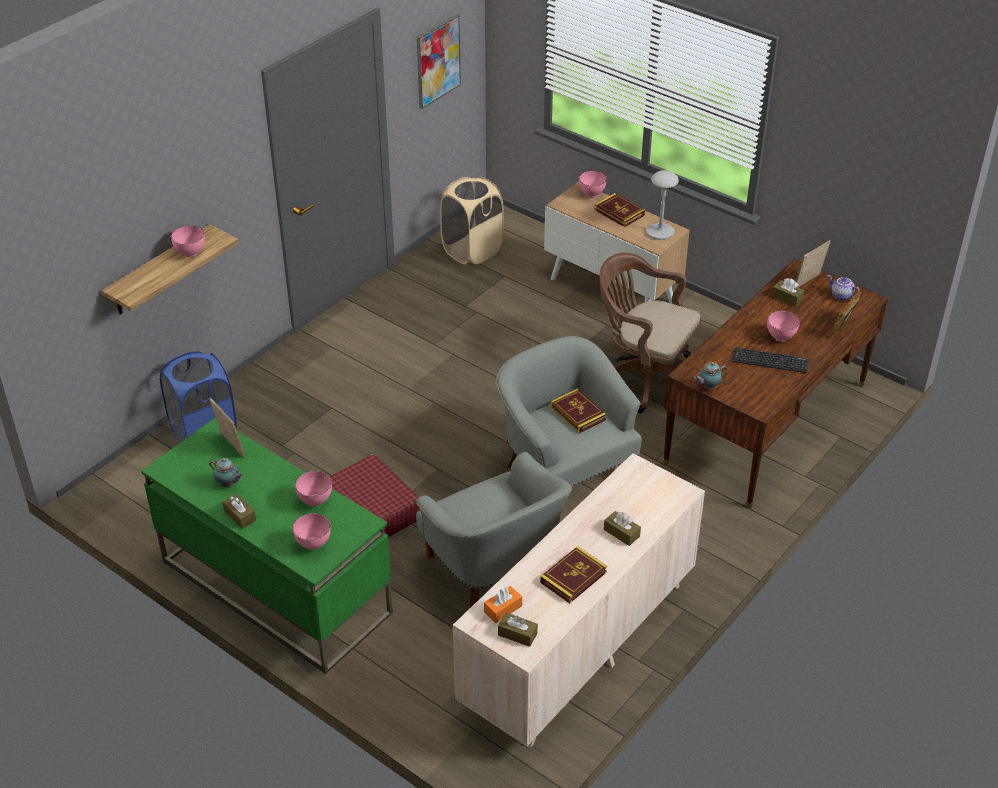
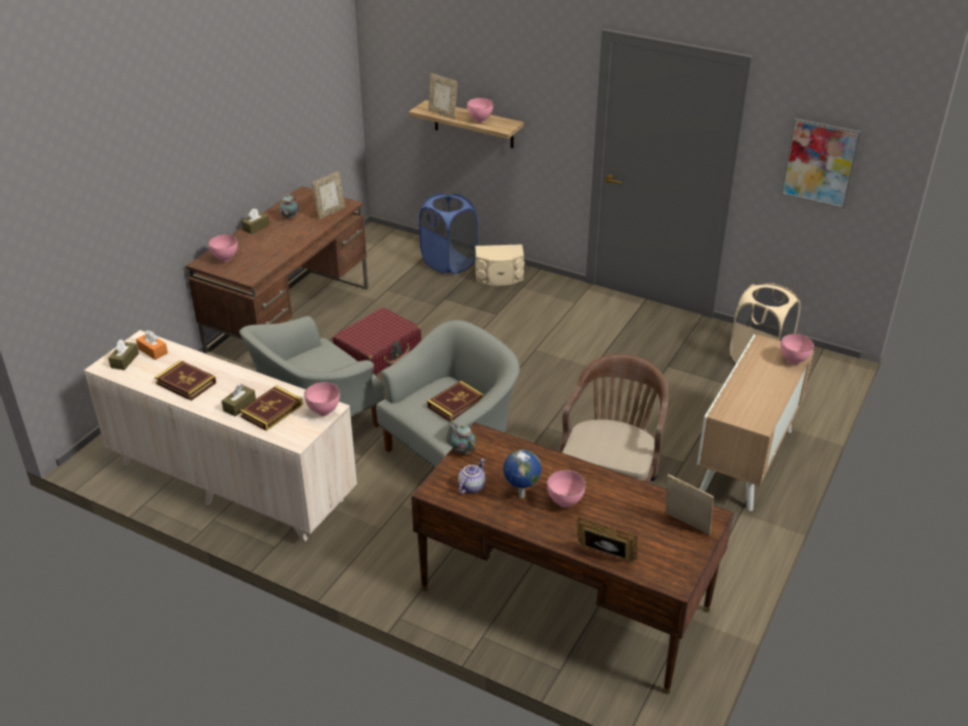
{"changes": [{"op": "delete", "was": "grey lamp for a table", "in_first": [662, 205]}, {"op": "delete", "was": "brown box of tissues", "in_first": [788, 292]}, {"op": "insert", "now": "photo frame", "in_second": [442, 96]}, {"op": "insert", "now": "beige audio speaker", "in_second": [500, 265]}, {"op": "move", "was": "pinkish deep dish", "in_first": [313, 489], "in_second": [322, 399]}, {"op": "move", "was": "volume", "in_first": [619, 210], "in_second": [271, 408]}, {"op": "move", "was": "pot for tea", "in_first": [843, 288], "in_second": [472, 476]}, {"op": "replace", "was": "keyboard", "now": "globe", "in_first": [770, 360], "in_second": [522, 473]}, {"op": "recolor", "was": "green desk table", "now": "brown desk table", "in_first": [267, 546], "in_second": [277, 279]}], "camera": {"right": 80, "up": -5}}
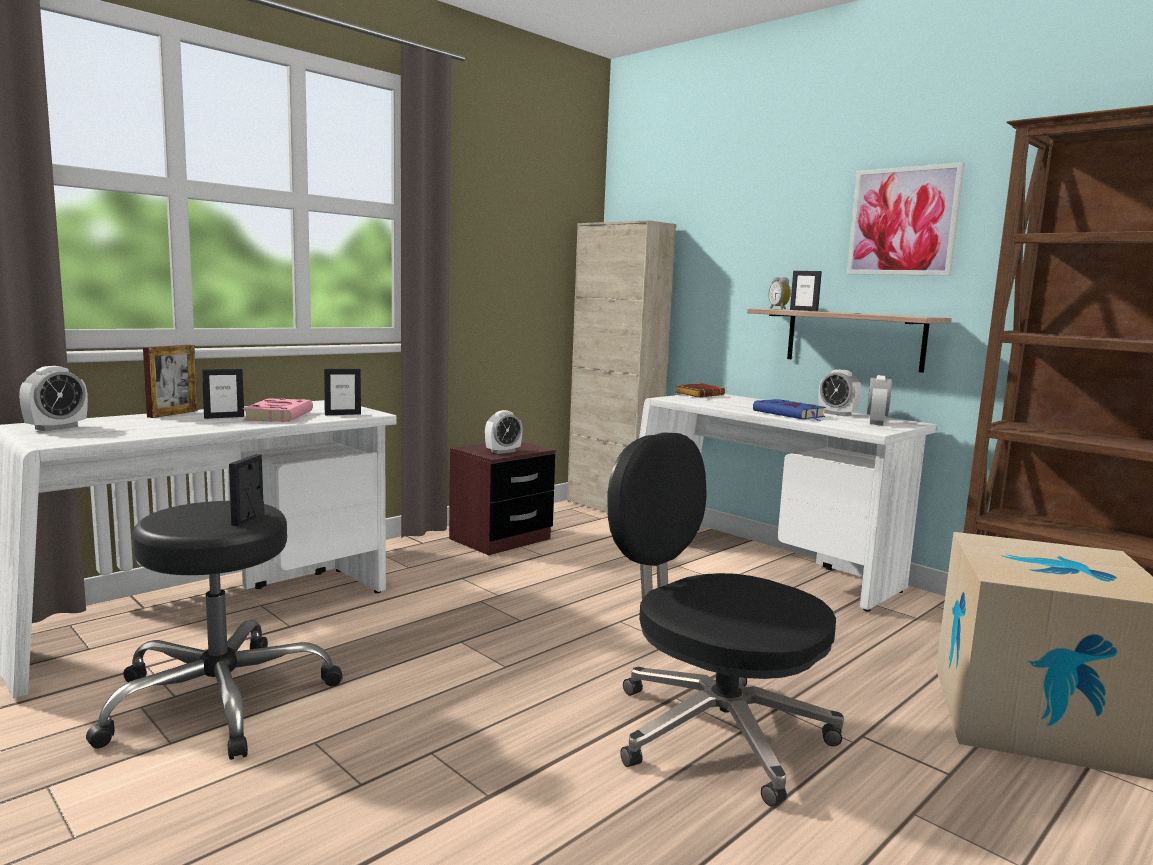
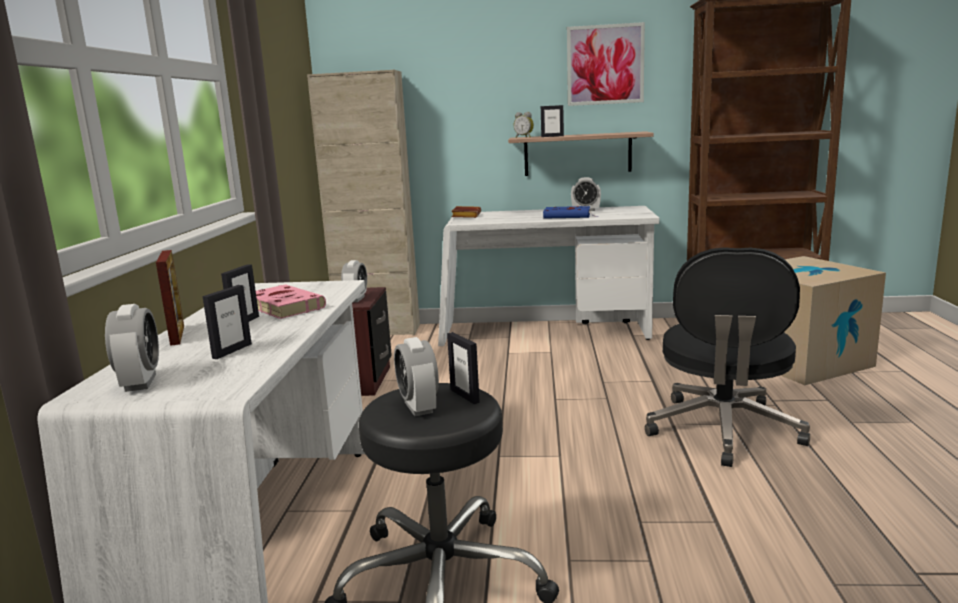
{"changes": [{"op": "move", "was": "photo frame", "in_first": [342, 391], "in_second": [227, 322]}, {"op": "move", "was": "table clock", "in_first": [879, 400], "in_second": [416, 376]}, {"op": "rotate", "was": "black computer chair", "in_first": [726, 619], "in_second": [727, 357], "clockwise": -75}], "camera": {"right": -40, "up": 5}}
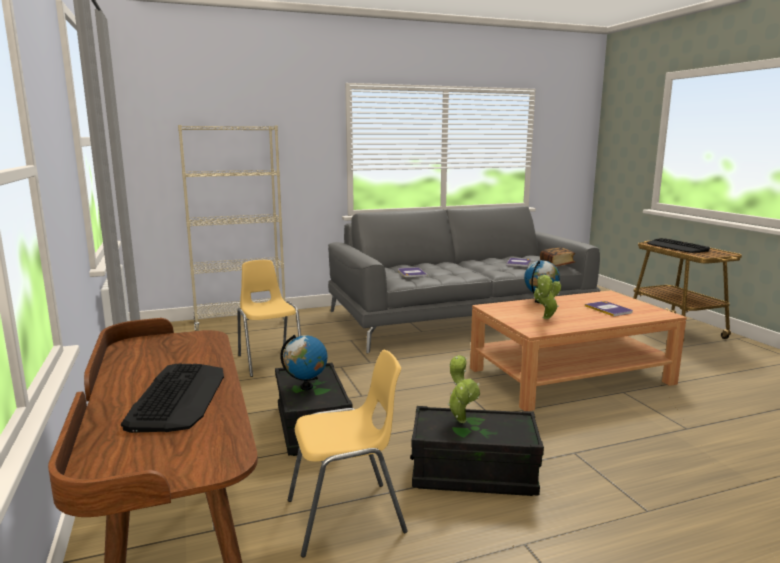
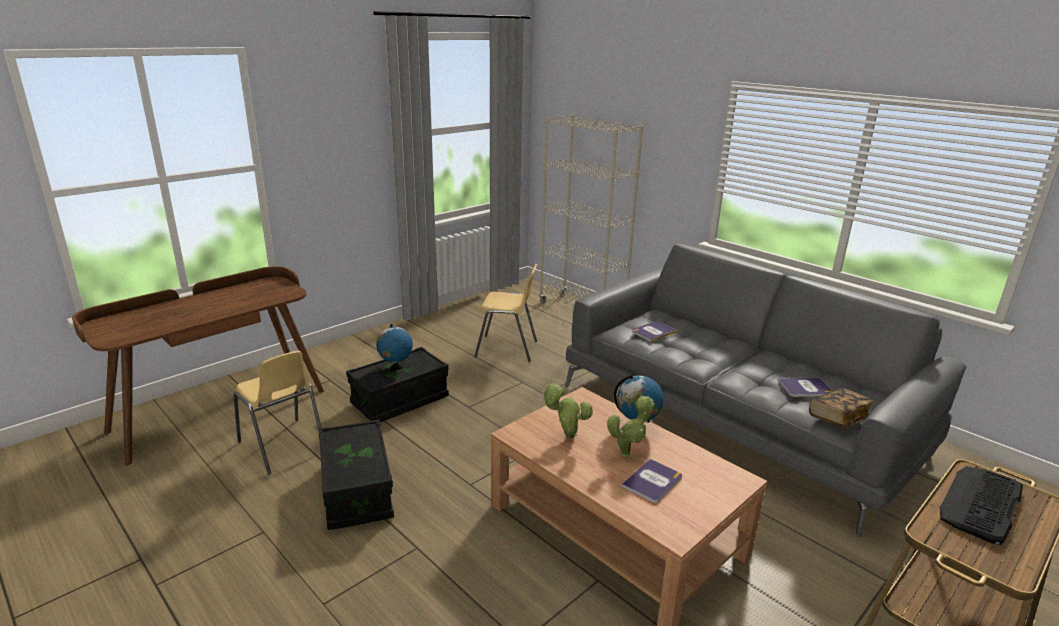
{"changes": [{"op": "delete", "was": "keyboard", "in_first": [172, 398]}, {"op": "move", "was": "potted plant", "in_first": [463, 389], "in_second": [631, 426]}, {"op": "rotate", "was": "yellow-coloured plain chair", "in_first": [269, 318], "in_second": [505, 313], "clockwise": 60}], "camera": {"right": 65, "up": 10}}
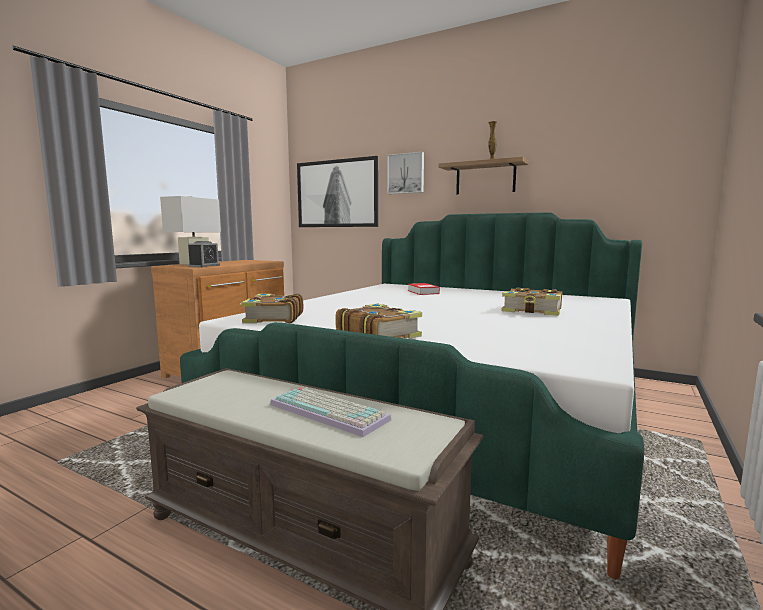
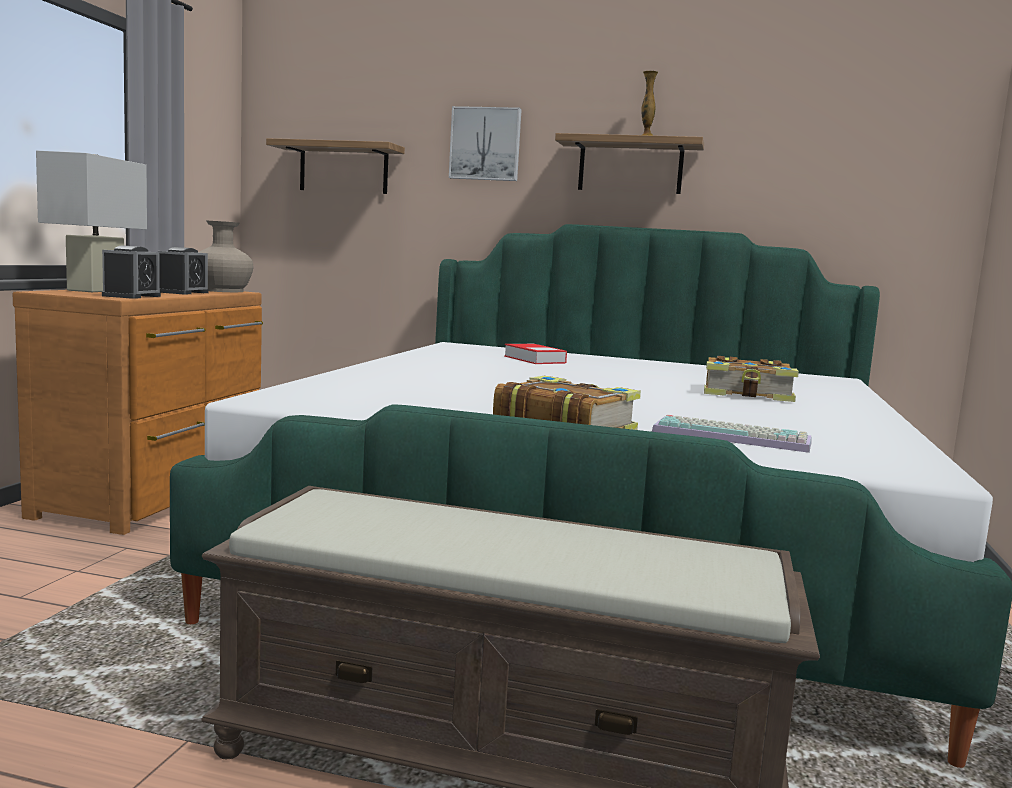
{"changes": [{"op": "delete", "was": "volume", "in_first": [271, 308]}, {"op": "insert", "now": "table clock", "in_second": [183, 270]}, {"op": "insert", "now": "beige vase", "in_second": [225, 256]}, {"op": "move", "was": "keyboard", "in_first": [330, 412], "in_second": [732, 434]}, {"op": "replace", "was": "picture", "now": "shelf", "in_first": [337, 191], "in_second": [335, 166]}], "camera": {"right": -15, "up": 0}}
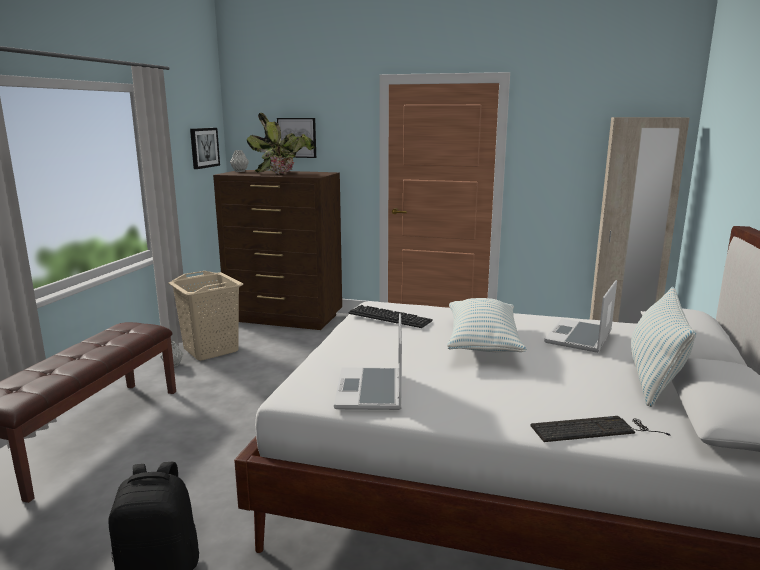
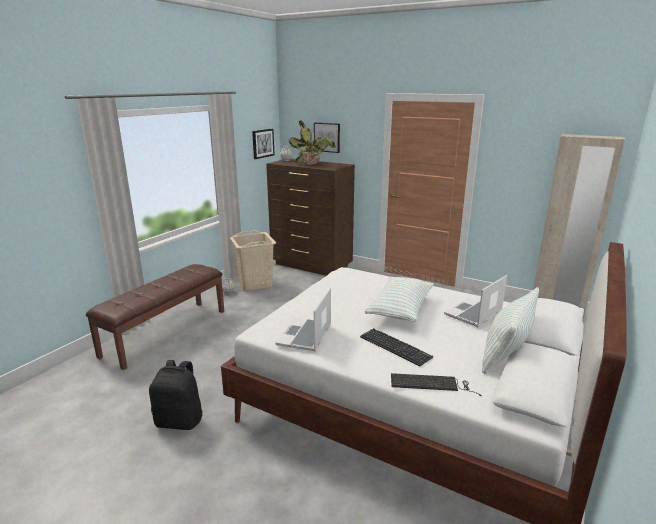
{"changes": [{"op": "move", "was": "keyboard", "in_first": [391, 316], "in_second": [396, 347]}], "camera": {"right": 15, "up": 5}}
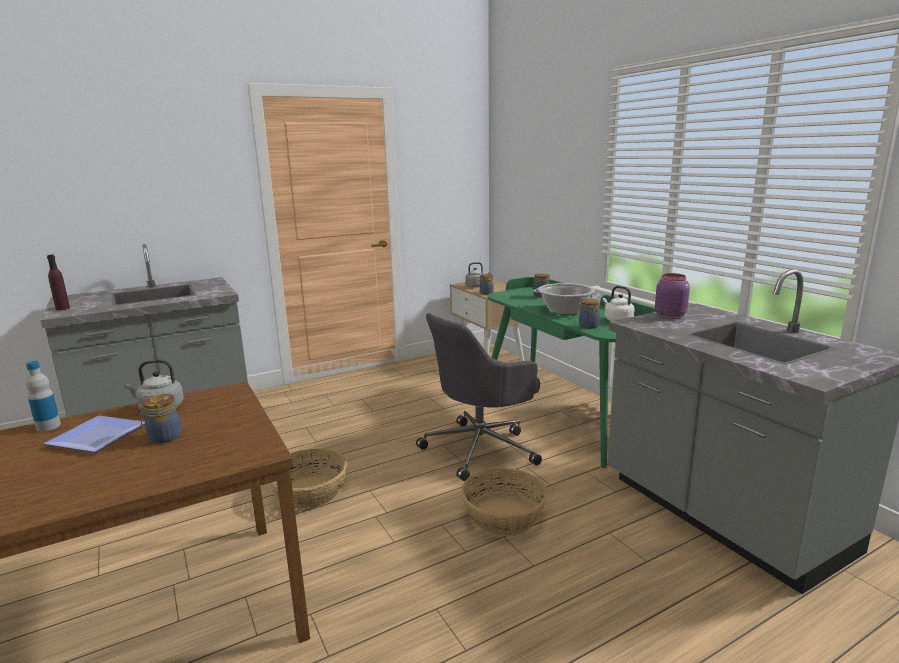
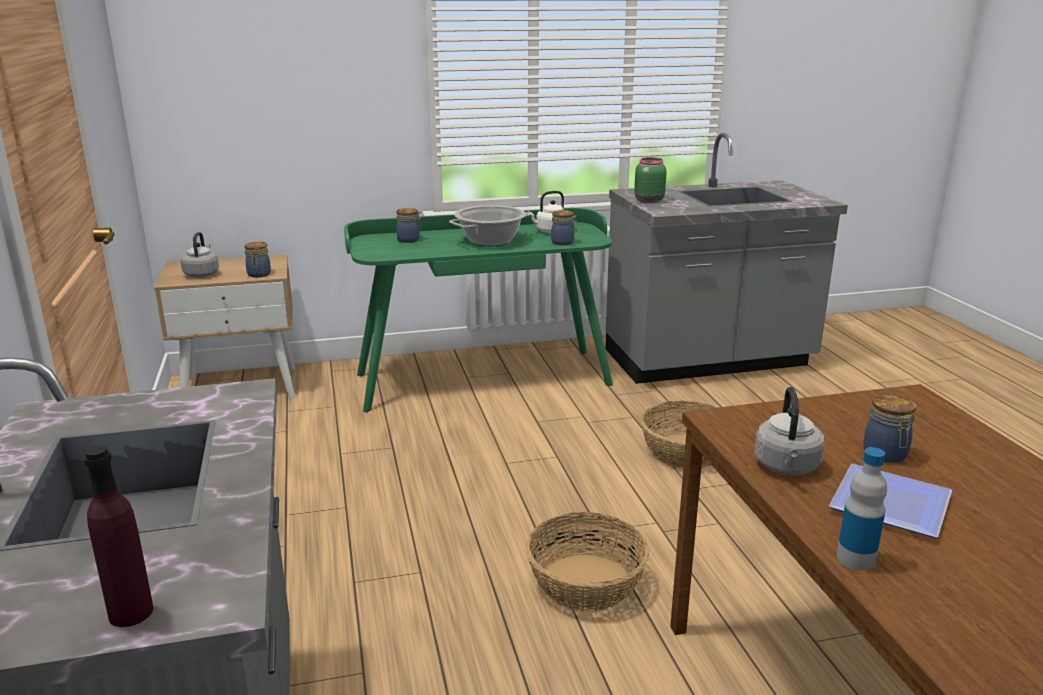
{"changes": [{"op": "delete", "was": "grey computer chair", "in_first": [479, 397]}, {"op": "recolor", "was": "purple-coloured preserve jar", "now": "green preserve jar", "in_first": [672, 296], "in_second": [650, 180]}], "camera": {"right": -75, "up": 5}}
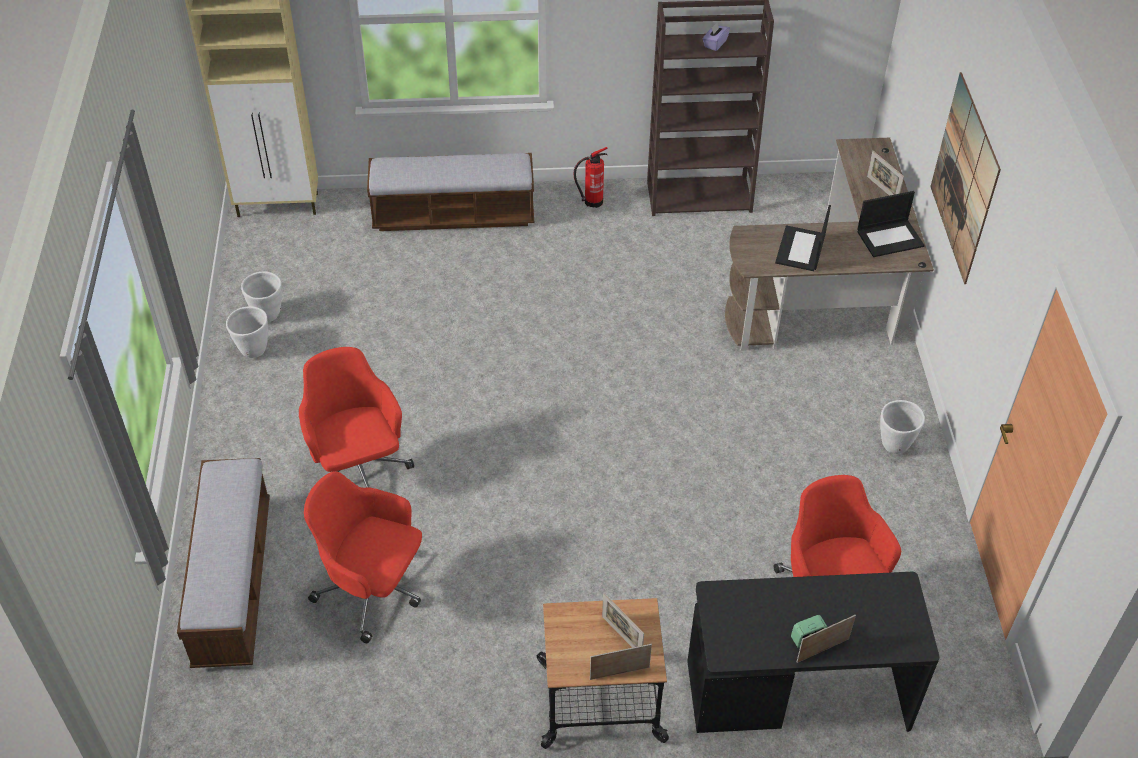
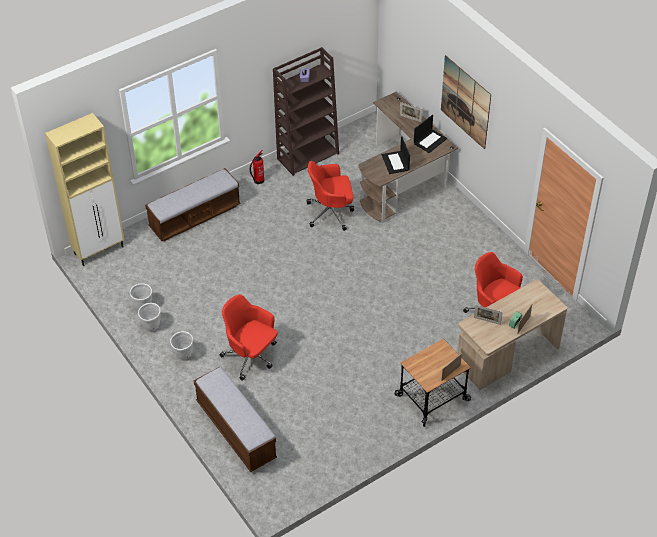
{"changes": [{"op": "move", "was": "red computer chair", "in_first": [363, 557], "in_second": [330, 196]}, {"op": "move", "was": "photo frame", "in_first": [623, 620], "in_second": [488, 315]}, {"op": "move", "was": "white plant pot", "in_first": [902, 427], "in_second": [181, 345]}, {"op": "recolor", "was": "black desk table", "now": "beige desk table", "in_first": [813, 652], "in_second": [512, 334]}], "camera": {"right": -30, "up": 0}}
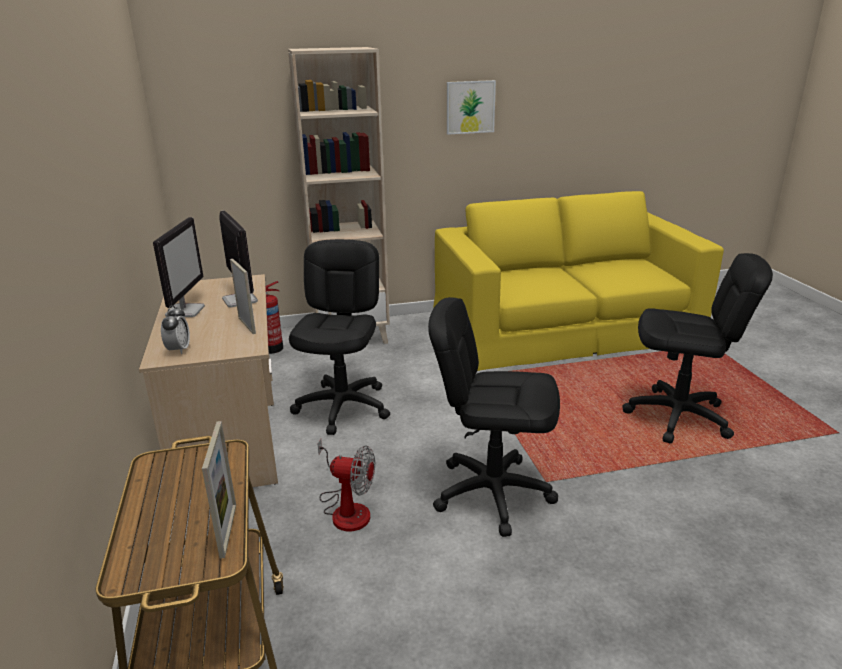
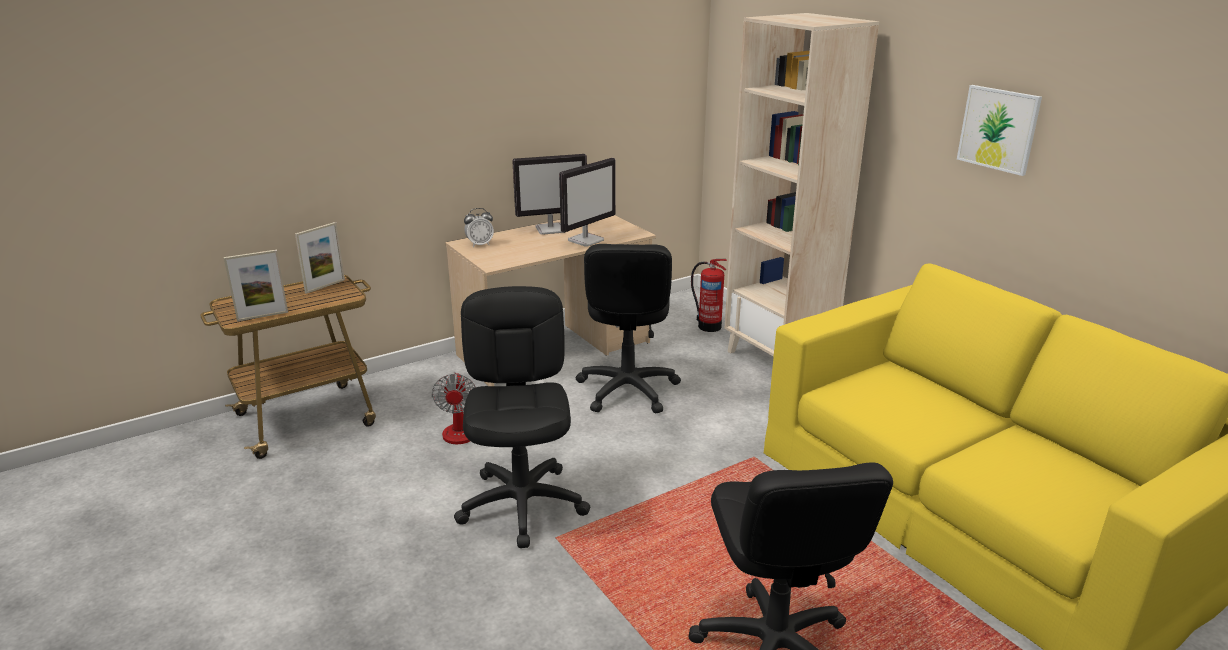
{"changes": [{"op": "move", "was": "photo frame", "in_first": [243, 296], "in_second": [320, 258]}, {"op": "rotate", "was": "black computer chair", "in_first": [339, 337], "in_second": [628, 328], "clockwise": 105}], "camera": {"right": 70, "up": 0}}
